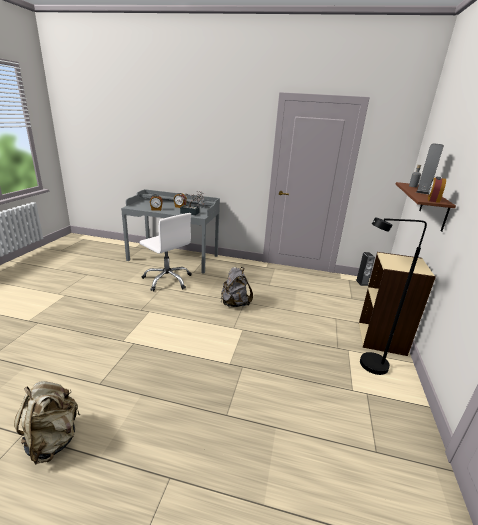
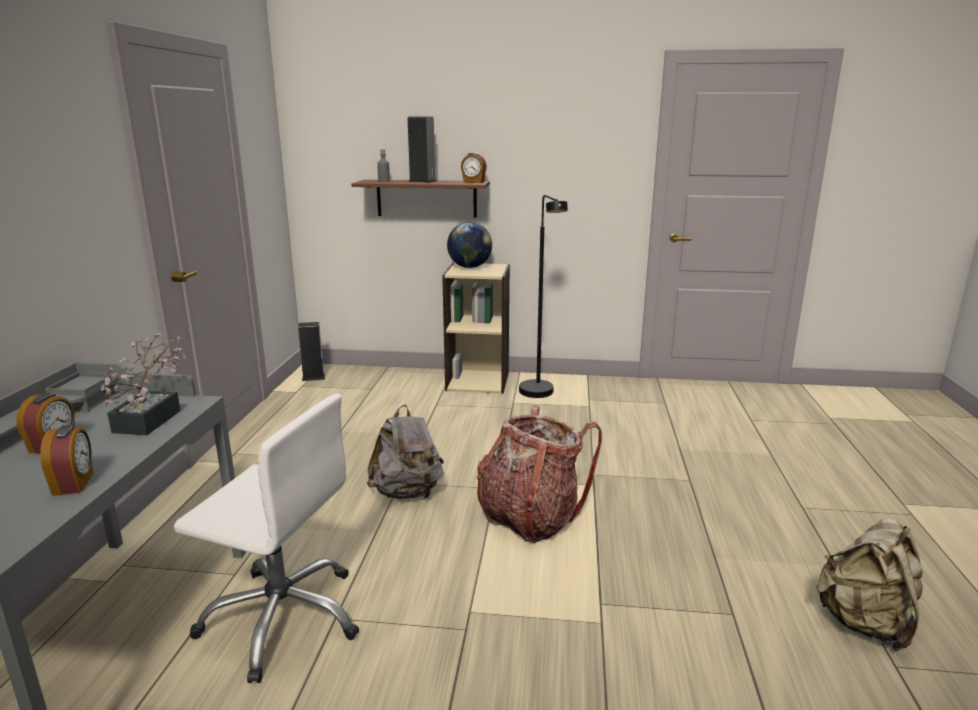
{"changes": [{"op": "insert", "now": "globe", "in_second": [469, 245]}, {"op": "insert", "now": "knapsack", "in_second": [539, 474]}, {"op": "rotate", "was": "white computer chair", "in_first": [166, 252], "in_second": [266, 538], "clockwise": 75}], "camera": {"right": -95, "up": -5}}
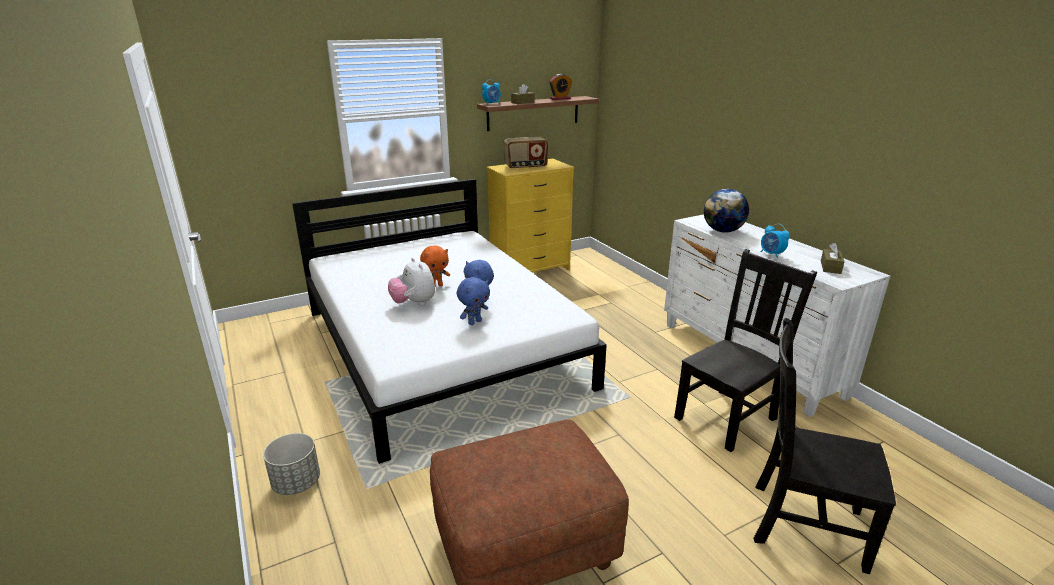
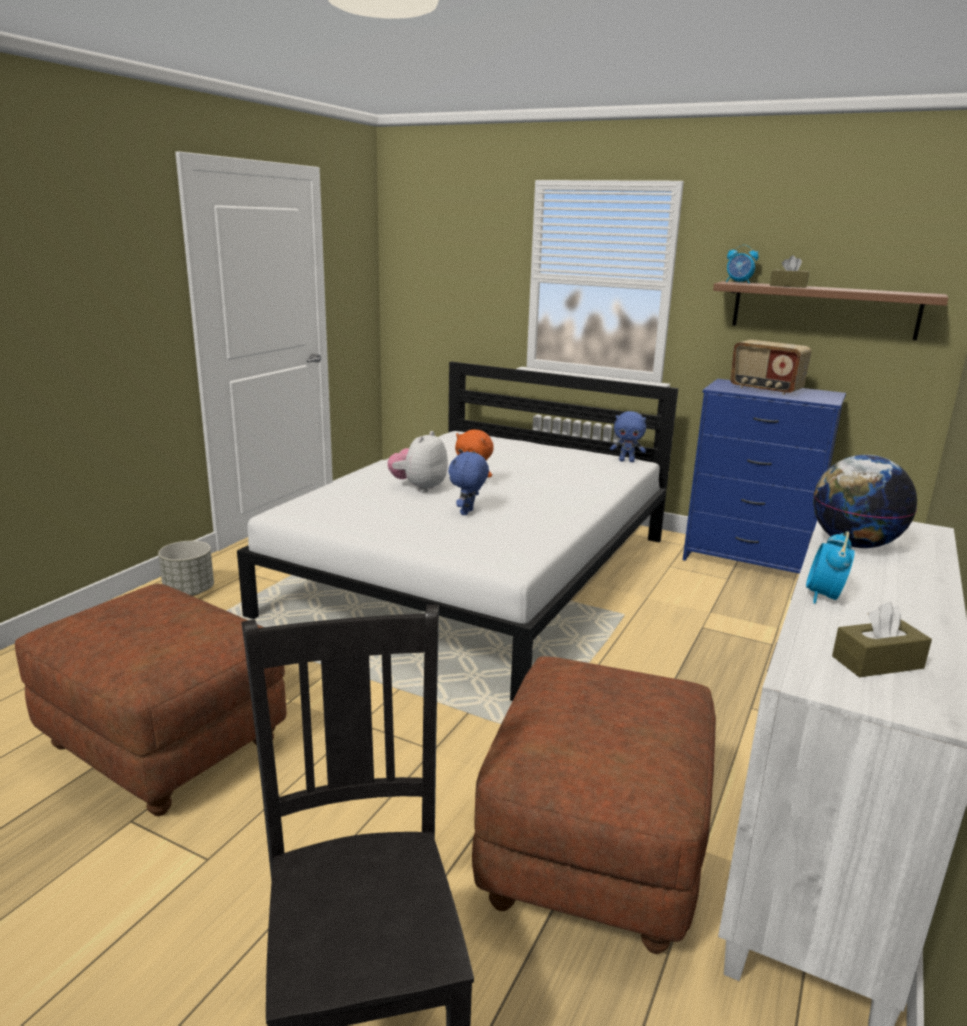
{"changes": [{"op": "delete", "was": "table clock", "in_first": [560, 87]}, {"op": "move", "was": "blue-coloured soft toy", "in_first": [473, 301], "in_second": [628, 436]}, {"op": "replace", "was": "black plain chair", "now": "brown footrest", "in_first": [745, 350], "in_second": [594, 805]}, {"op": "recolor", "was": "yellow-coloured dresser", "now": "blue-coloured dresser", "in_first": [530, 215], "in_second": [764, 476]}], "camera": {"right": 55, "up": -5}}
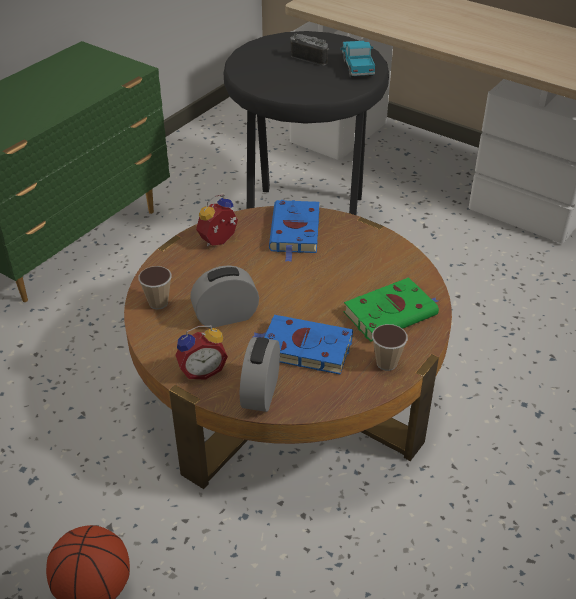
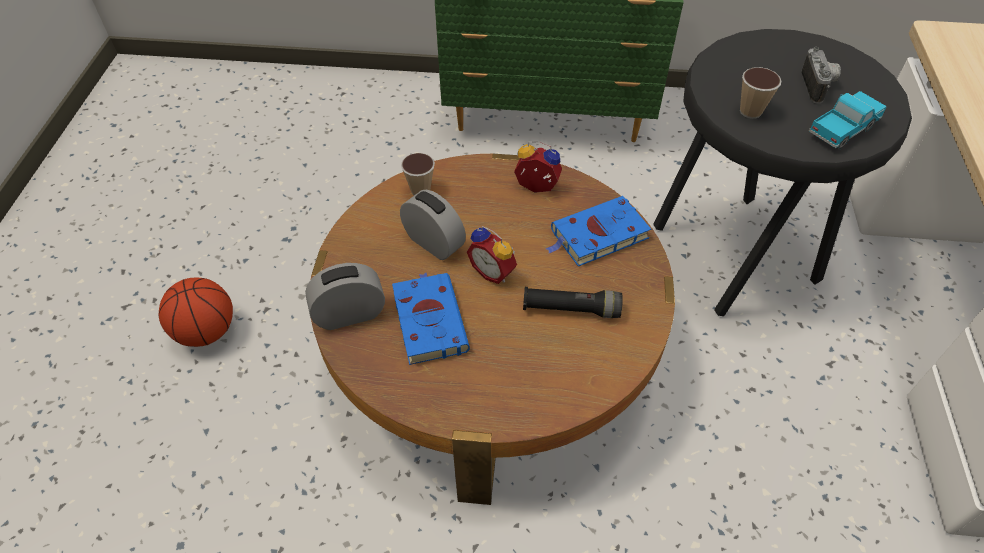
{"changes": [{"op": "delete", "was": "green volume", "in_first": [391, 309]}, {"op": "insert", "now": "black flashlight", "in_second": [573, 302]}, {"op": "move", "was": "table clock", "in_first": [201, 353], "in_second": [492, 255]}, {"op": "move", "was": "cup", "in_first": [390, 347], "in_second": [760, 93]}], "camera": {"right": 60, "up": 10}}
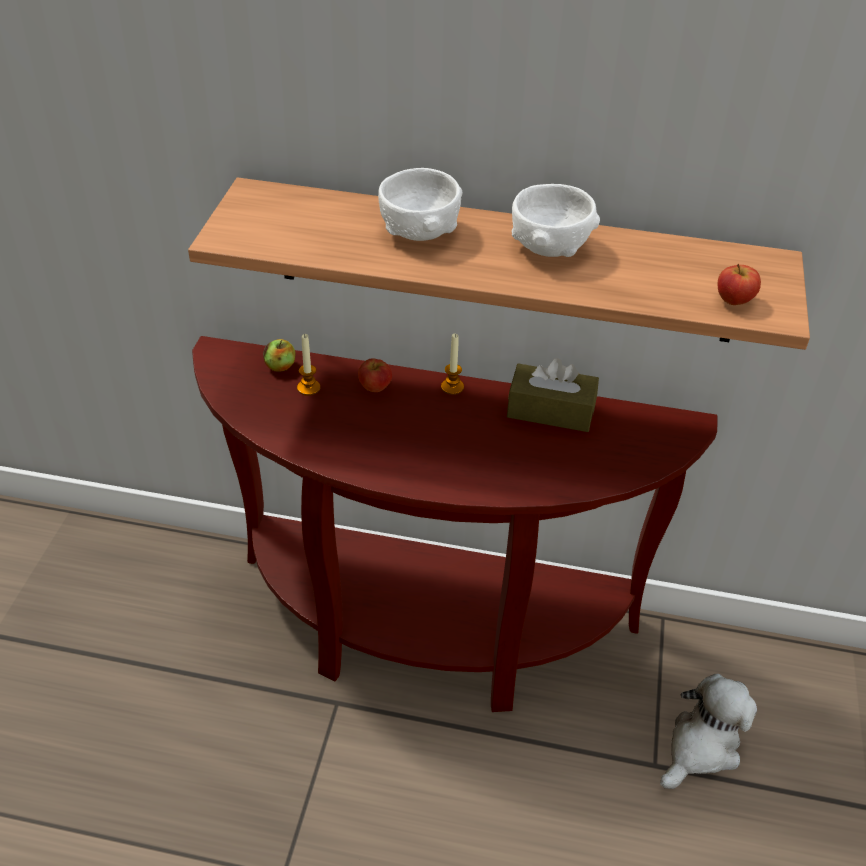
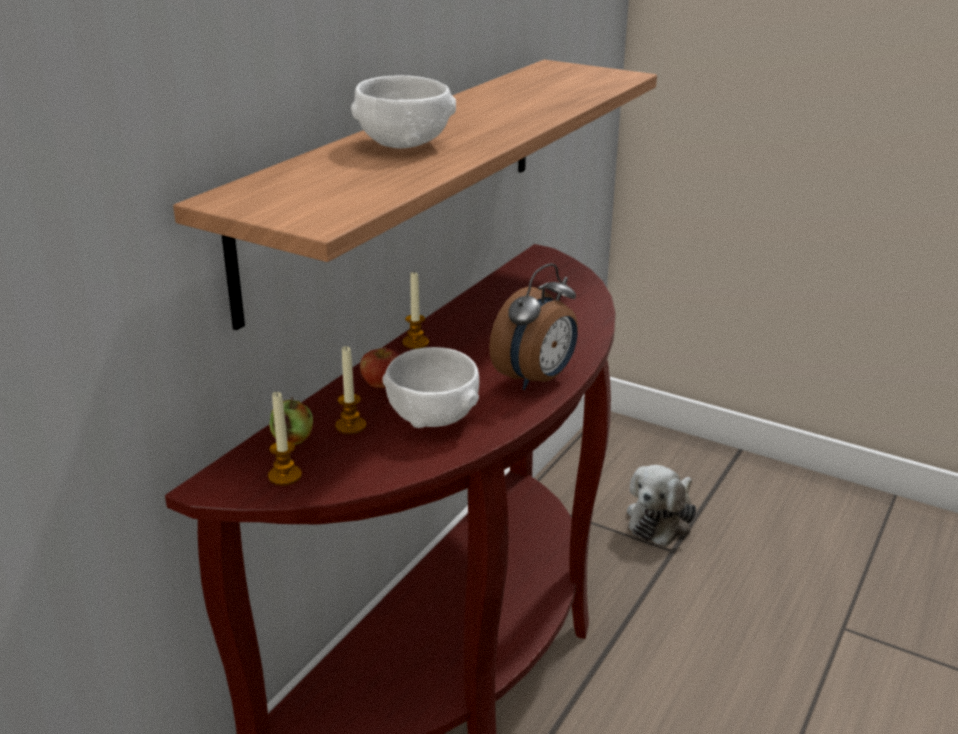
{"changes": [{"op": "delete", "was": "brown box of tissues", "in_first": [553, 395]}, {"op": "delete", "was": "apple", "in_first": [739, 284]}, {"op": "insert", "now": "candle", "in_second": [285, 438]}, {"op": "insert", "now": "table clock", "in_second": [533, 326]}, {"op": "move", "was": "white deep dish", "in_first": [556, 220], "in_second": [430, 387]}, {"op": "rotate", "was": "soft toy", "in_first": [708, 731], "in_second": [661, 505], "clockwise": -120}], "camera": {"right": -70, "up": -15}}
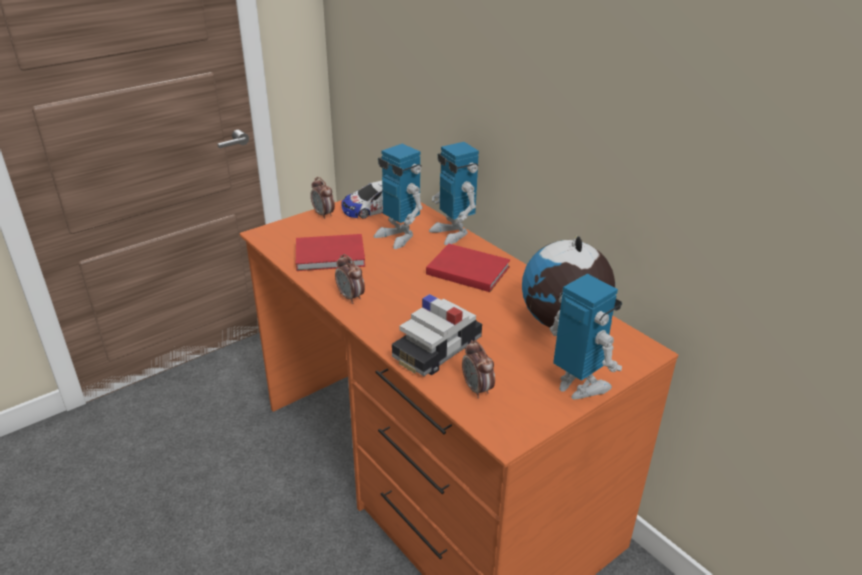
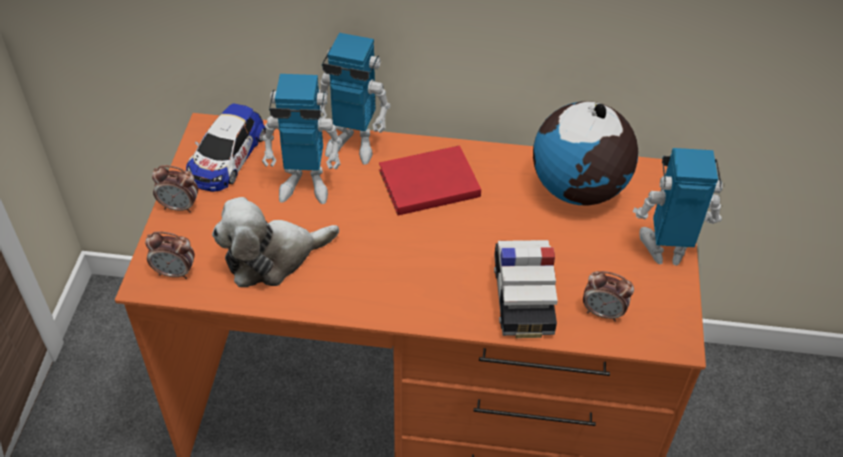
{"changes": [{"op": "move", "was": "table clock", "in_first": [350, 279], "in_second": [170, 255]}, {"op": "replace", "was": "red volume", "now": "soft toy", "in_first": [330, 252], "in_second": [275, 242]}], "camera": {"right": -45, "up": 15}}
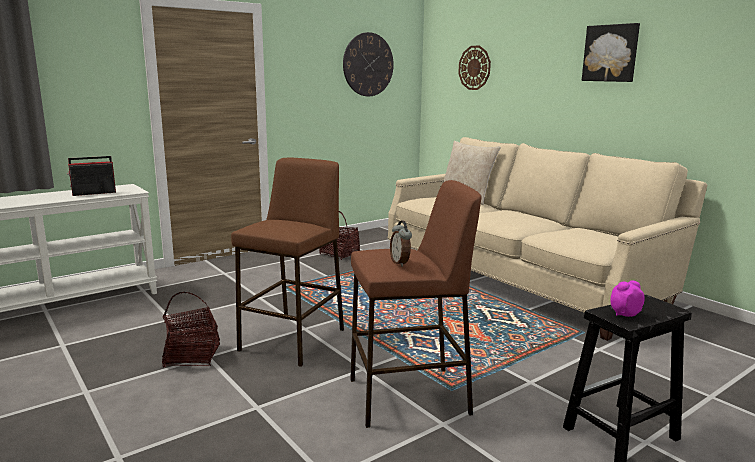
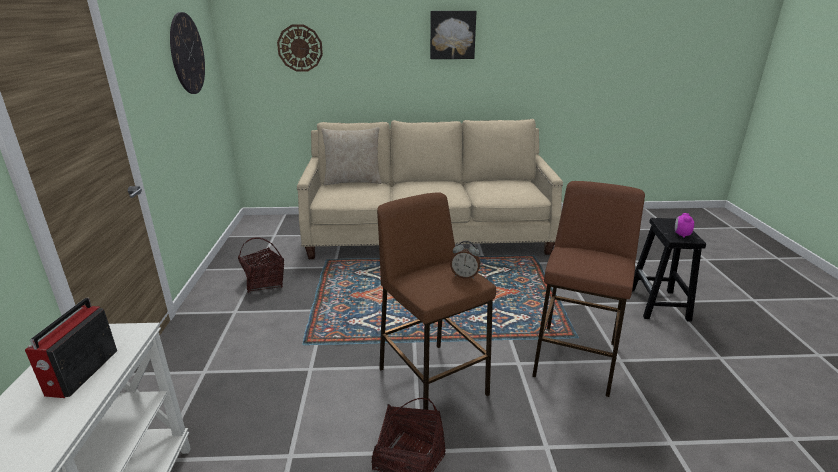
{"changes": [{"op": "move", "was": "table clock", "in_first": [401, 244], "in_second": [465, 260]}], "camera": {"right": -55, "up": 10}}
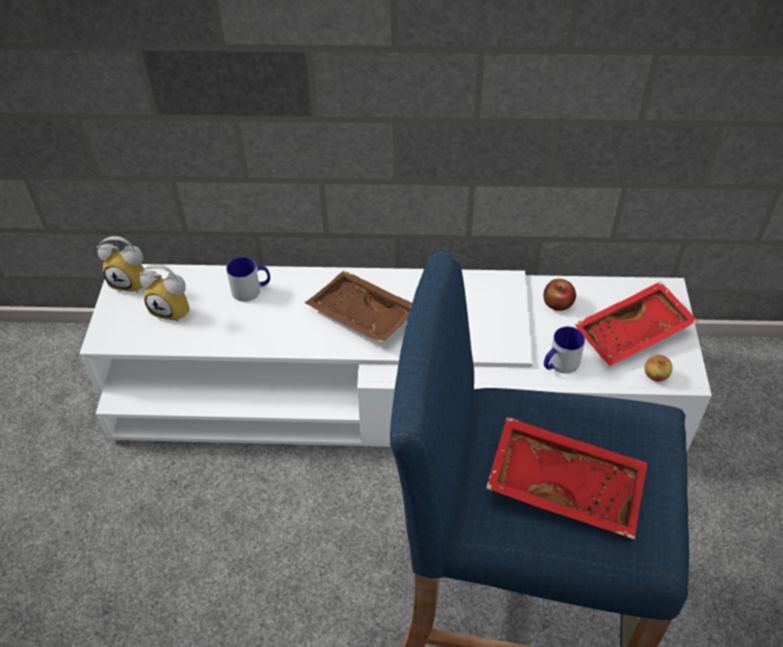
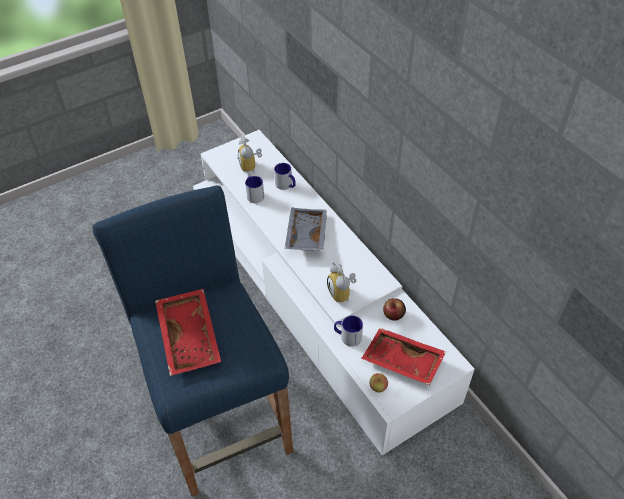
{"changes": [{"op": "insert", "now": "tea mug", "in_second": [254, 189]}, {"op": "move", "was": "table clock", "in_first": [121, 264], "in_second": [342, 282]}, {"op": "recolor", "was": "brown carrying tray", "now": "grey carrying tray", "in_first": [358, 307], "in_second": [306, 229]}], "camera": {"right": 55, "up": 0}}
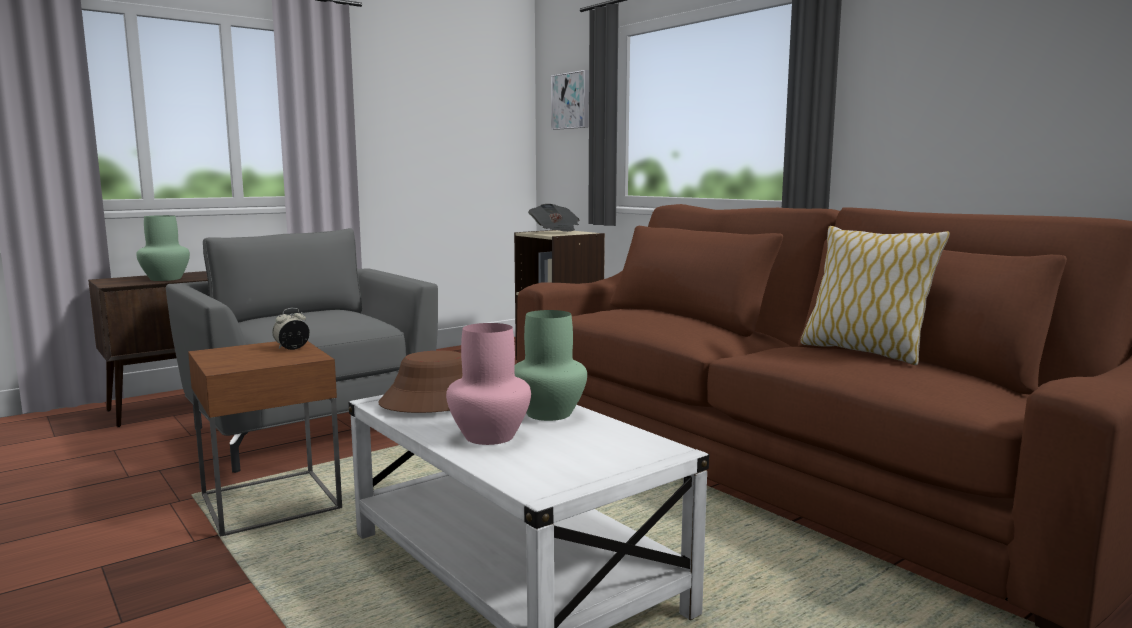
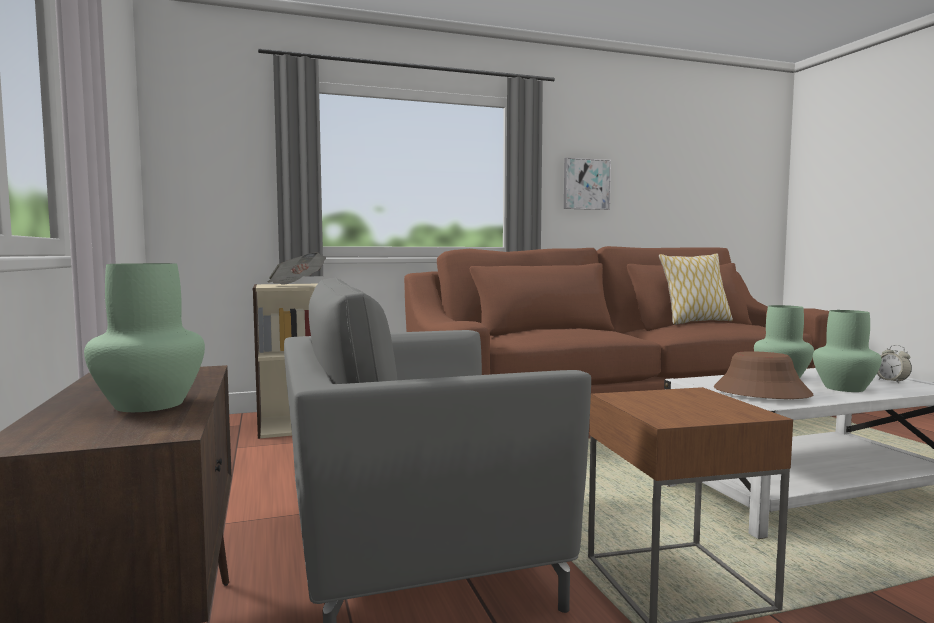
{"changes": [{"op": "move", "was": "table clock", "in_first": [291, 329], "in_second": [894, 364]}, {"op": "move", "was": "picture", "in_first": [570, 100], "in_second": [587, 184]}, {"op": "recolor", "was": "pinkish vase", "now": "green vase", "in_first": [488, 384], "in_second": [847, 351]}], "camera": {"right": -70, "up": -5}}
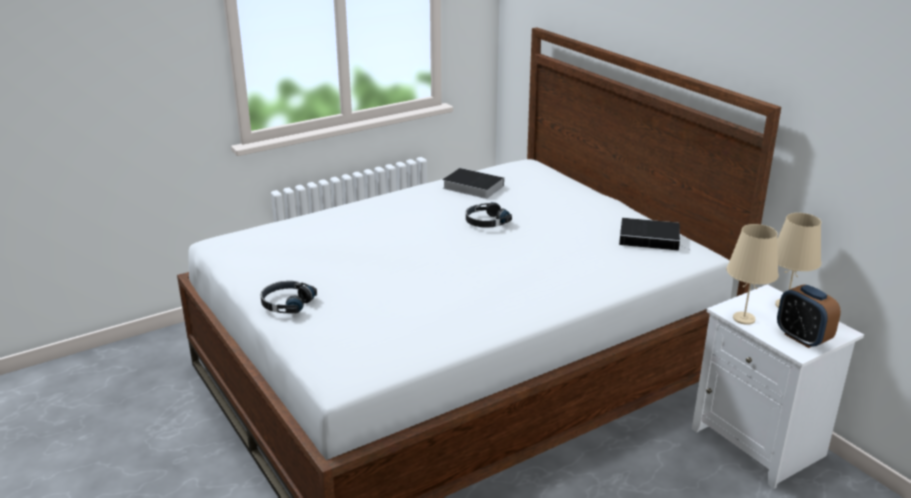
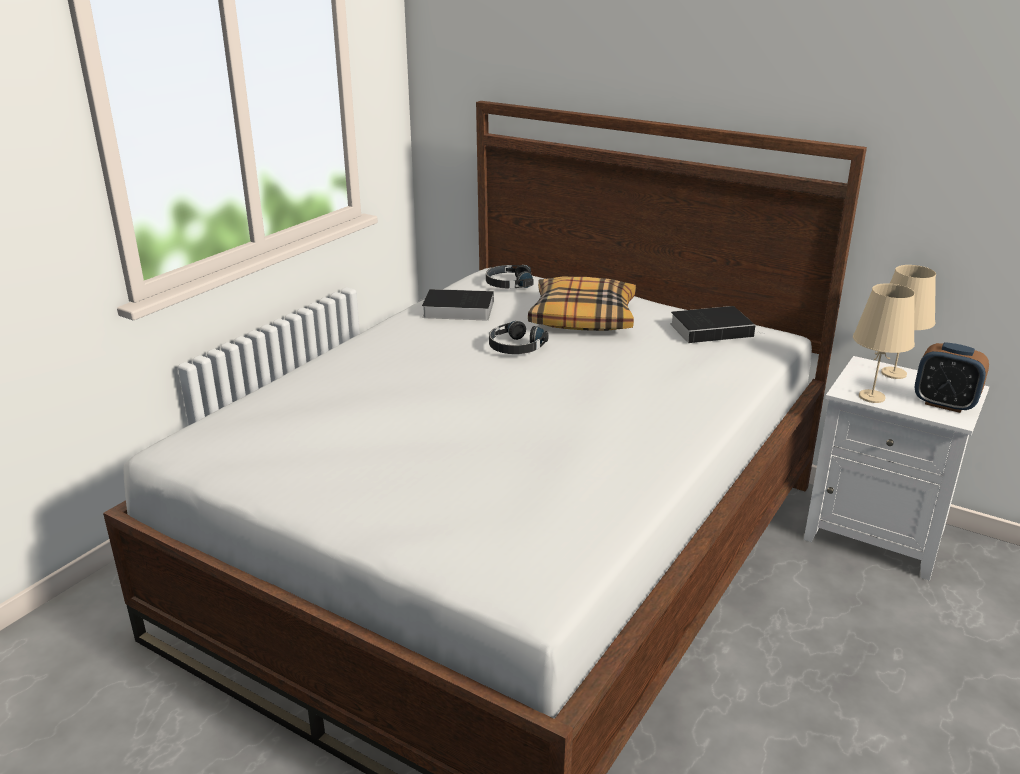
{"changes": [{"op": "insert", "now": "throw pillow", "in_second": [582, 304]}, {"op": "move", "was": "black pair of headphones", "in_first": [288, 297], "in_second": [510, 276]}], "camera": {"right": -25, "up": 0}}
